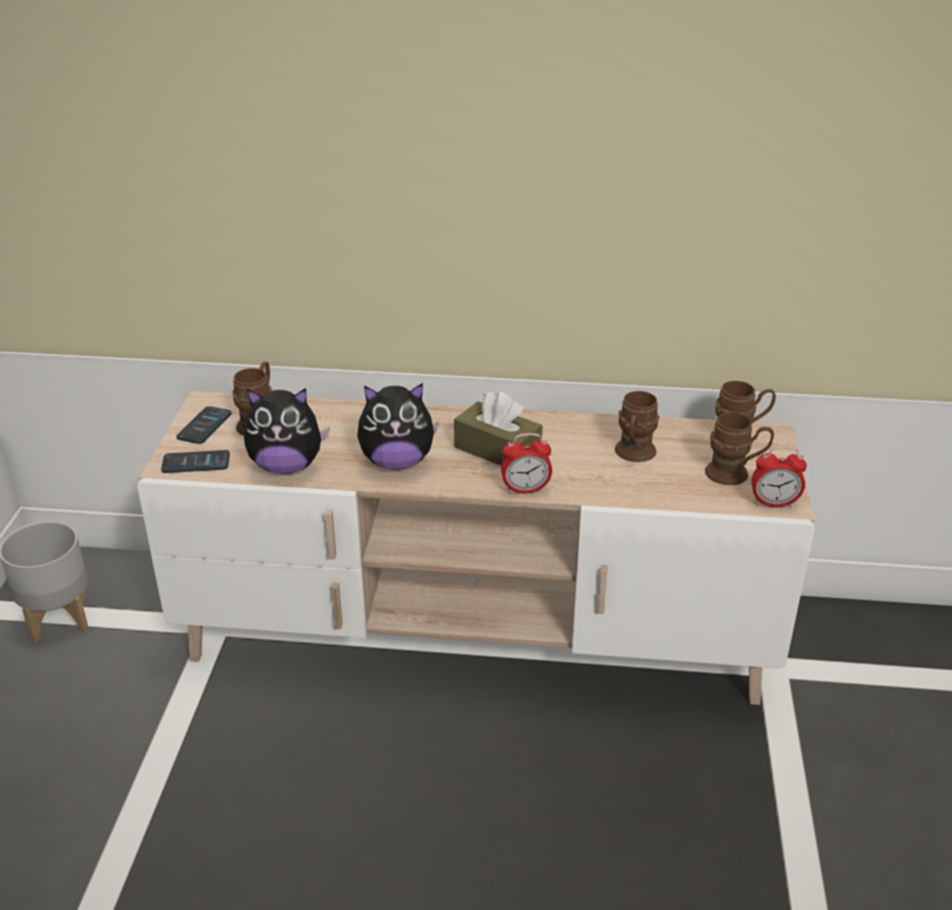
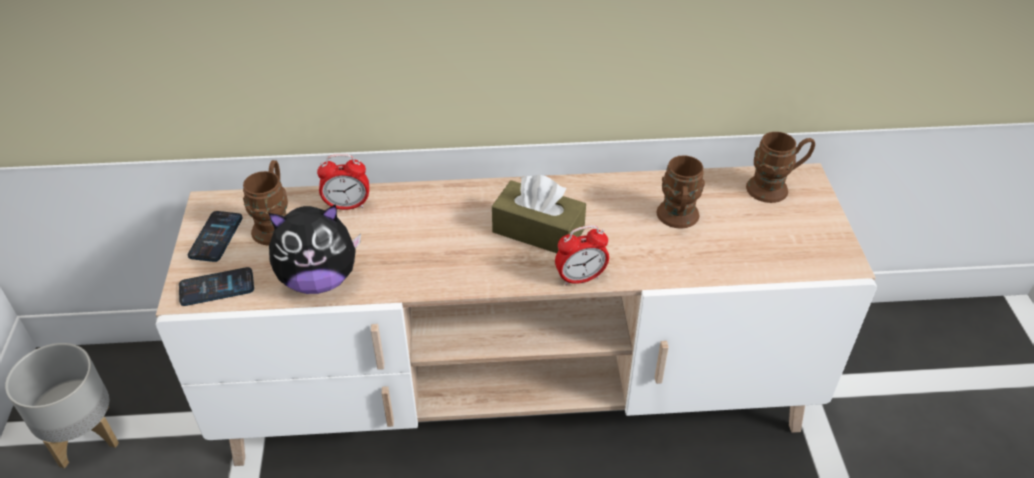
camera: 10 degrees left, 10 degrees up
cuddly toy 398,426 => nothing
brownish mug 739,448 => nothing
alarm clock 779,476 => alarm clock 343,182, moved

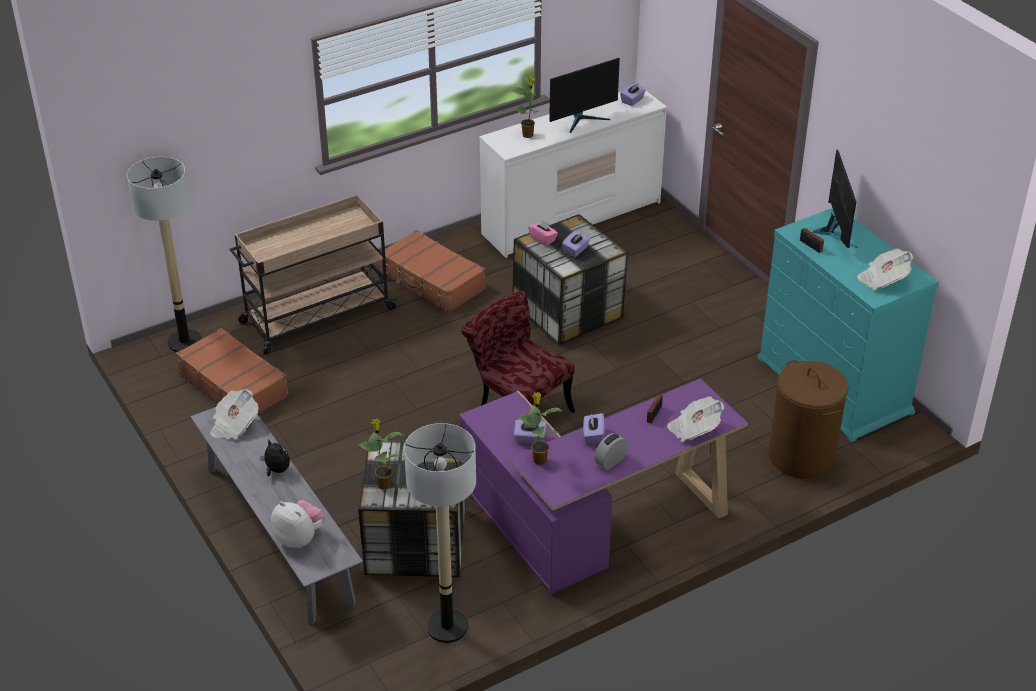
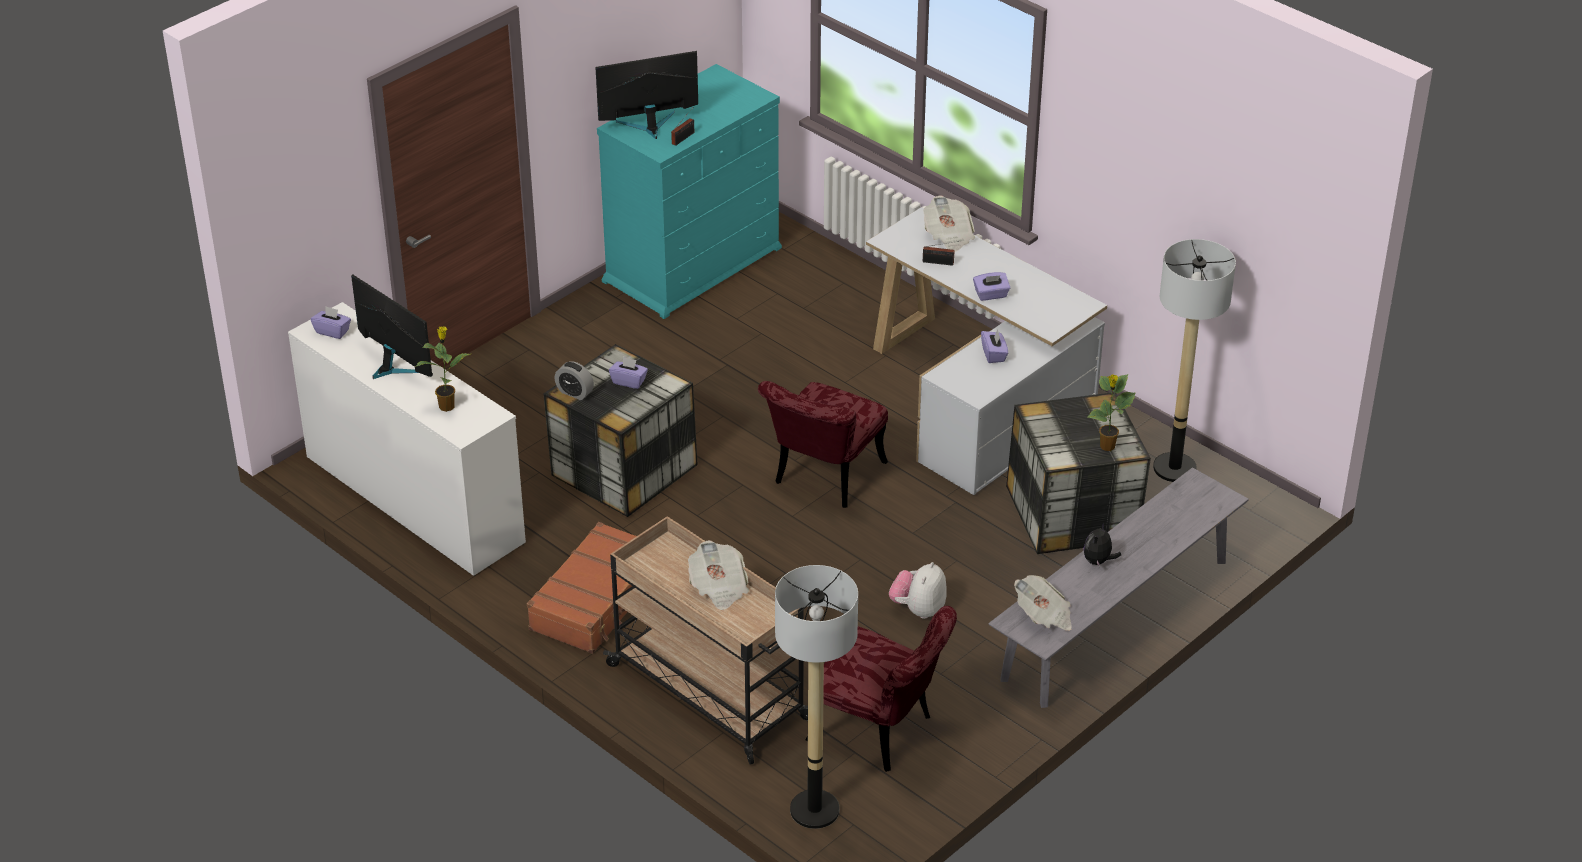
camera: 105 degrees left, 0 degrees up
brownish piece of luggage 232,371 => reddish upright chair 881,689
cuddly toy 298,524 => cuddly toy 917,590, moved
purple desk unit 603,486 => whitish desk unit 986,351
plant in a pot 541,428 => nothing
pinkish tissue box 543,232 => nothing
alarm clock 611,451 => alarm clock 574,380, moved
brownish hamper 808,419 => nothing
printed paper 885,269 => printed paper 718,575, moved

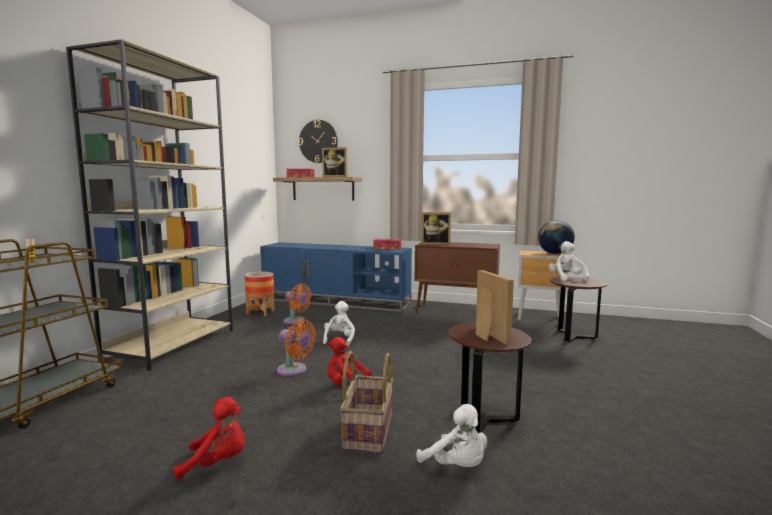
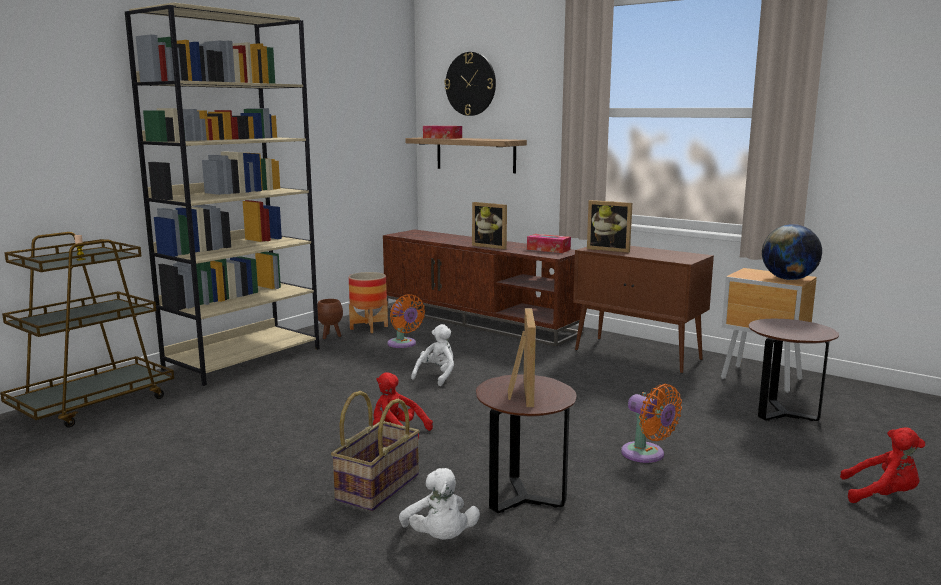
camera: 20 degrees right, 5 degrees up
reddish cuddly toy 209,438 => reddish cuddly toy 882,465, moved
bluish tv stand 336,277 => brownish tv stand 483,287
orangey cooling fan 296,347 => orangey cooling fan 651,423, moved
standing frame 335,162 => standing frame 489,225, moved
whitish cuddly toy 569,261 => nothing
nothing => brownish planter 330,319

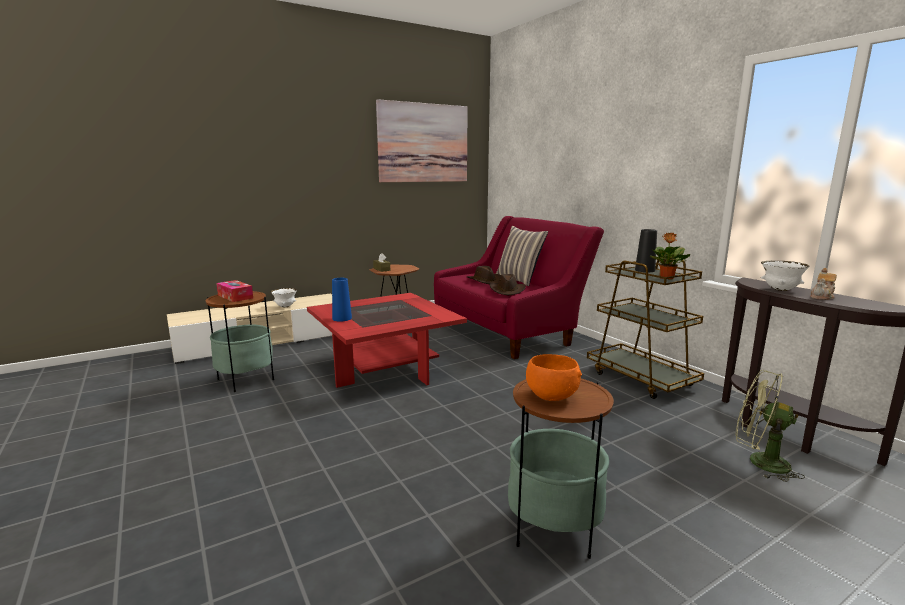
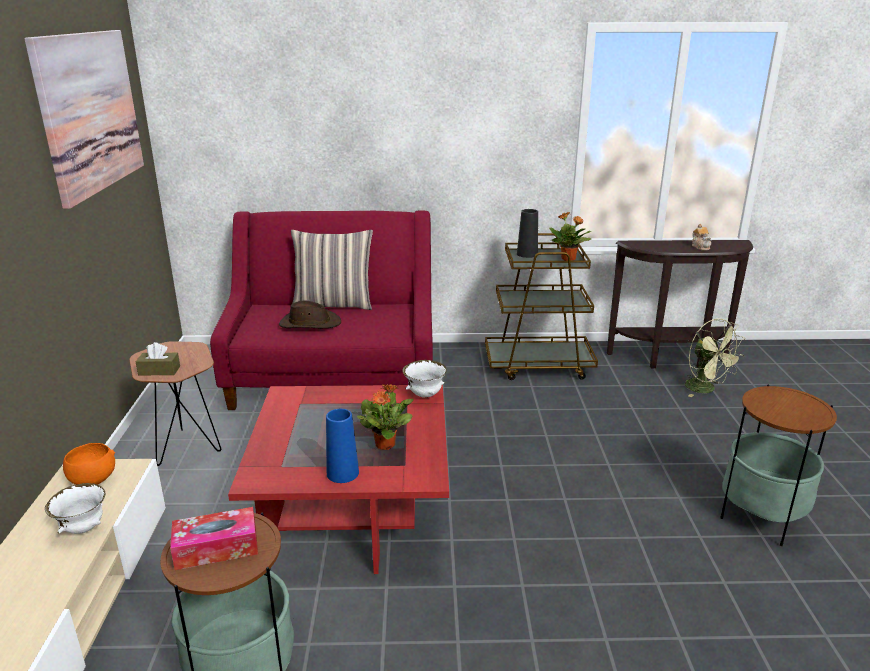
camera: 60 degrees left, 10 degrees up
brownish hat 508,284 => nothing
orangey deep dish 554,377 => orangey deep dish 89,464, moved
greenish cooling fan 770,426 => greenish cooling fan 714,358, 90 degrees counterclockwise
whitish deep dish 785,276 => whitish deep dish 424,379, moved
nothing => plant in a pot 385,417

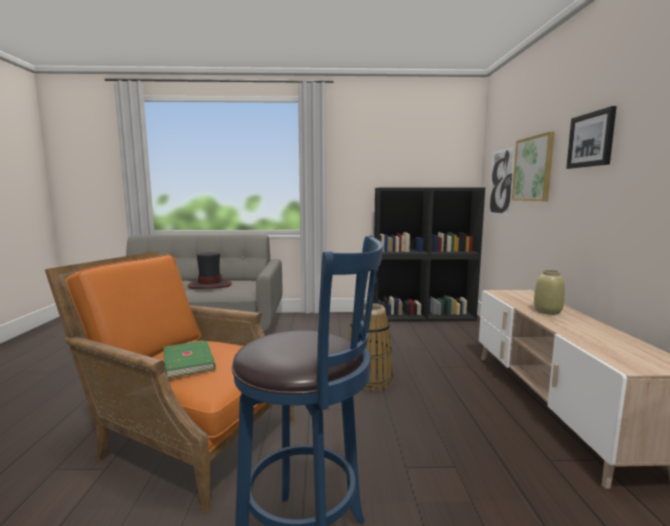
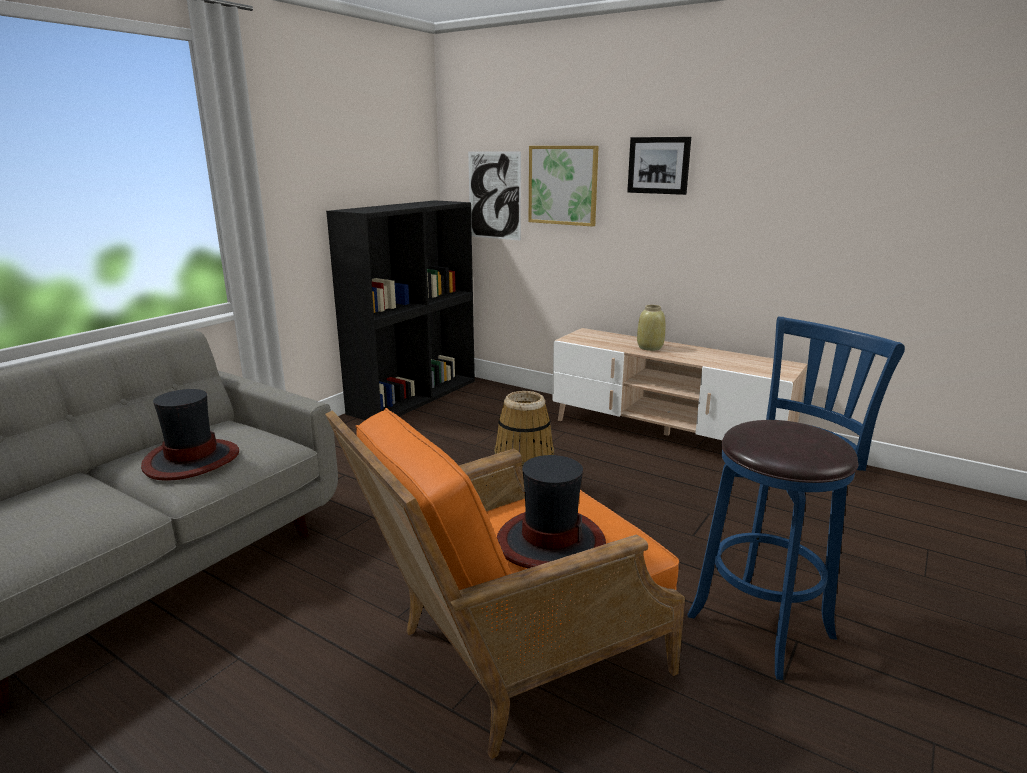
camera: 55 degrees left, 10 degrees up
greenish volume 189,359 => hat 551,511

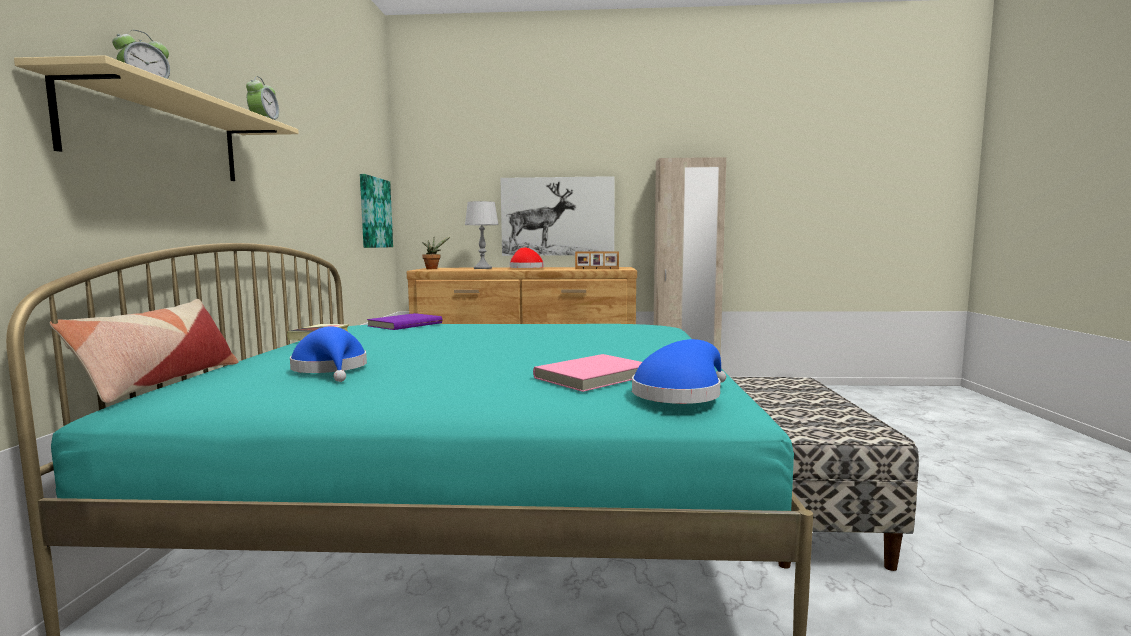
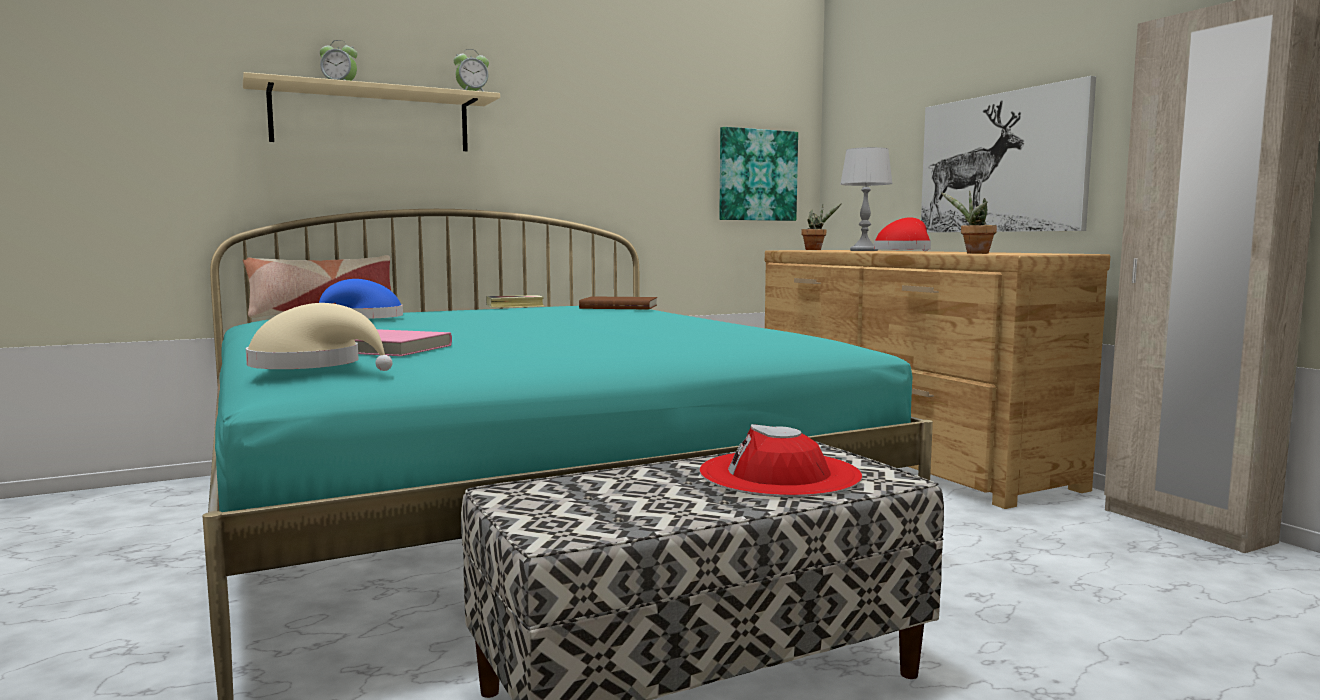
camera: 60 degrees right, 0 degrees up
purple volume 404,321 => brownish volume 618,303
standing frame 597,260 => plant in a pot 969,222
bluish hat 679,371 => beige hat 319,337
nothing => reddish hat 780,460

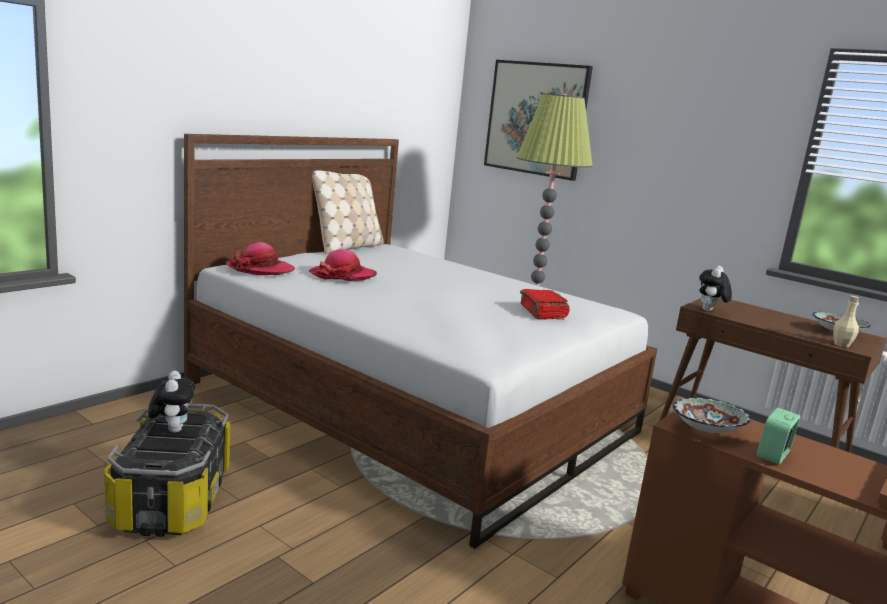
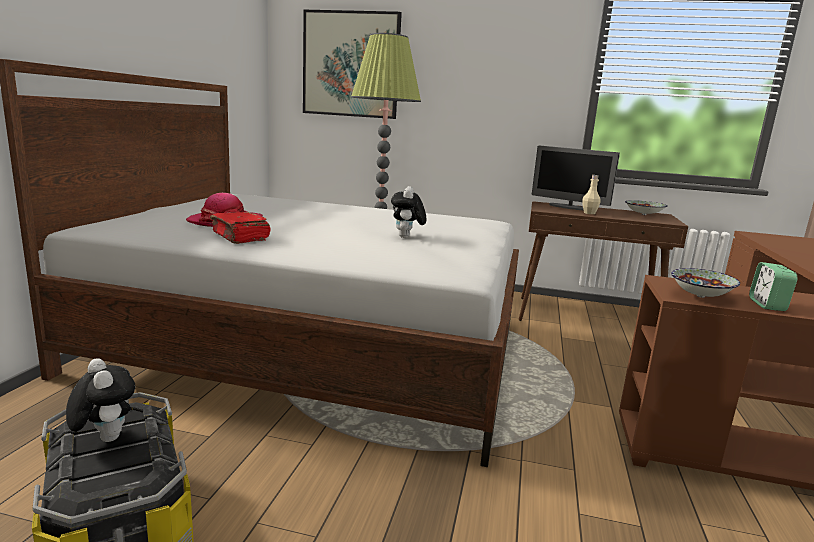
camera: 25 degrees left, 0 degrees up
hat 260,258 => nothing
beige cushion 348,212 => nothing
reddish volume 545,304 => reddish volume 240,228, moved
cuddly toy 715,288 => cuddly toy 409,212, moved
beige bottle 846,321 => beige bottle 591,194, moved
nothing => computer screen 576,178

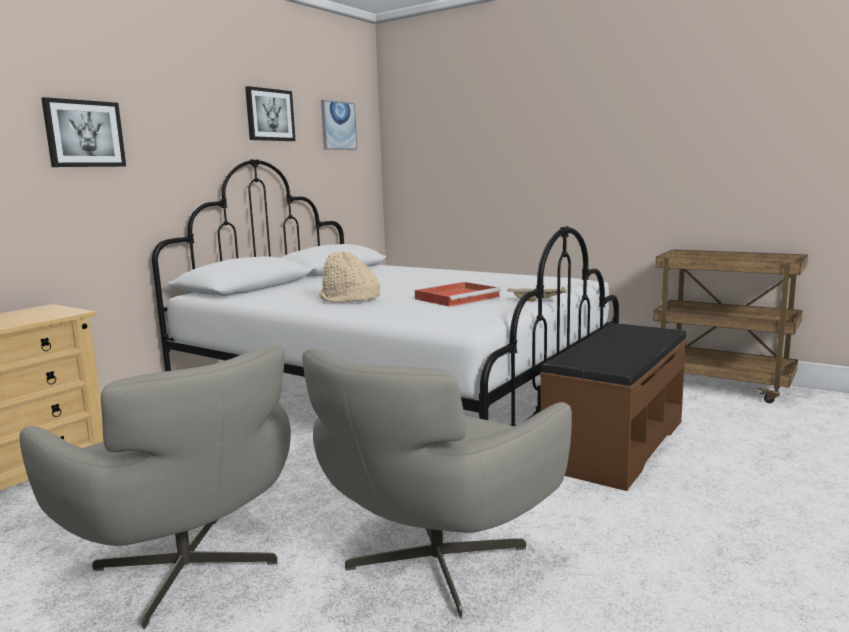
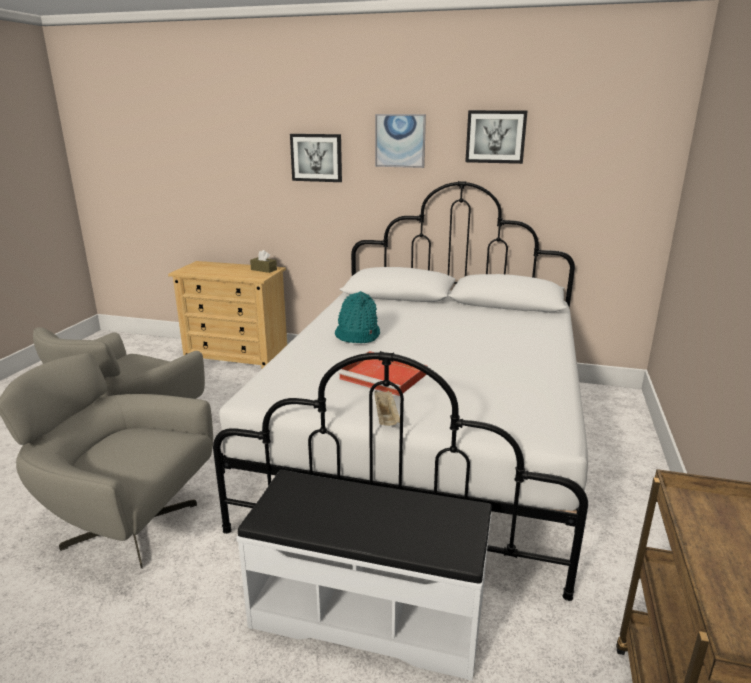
camera: 70 degrees right, 10 degrees up
beige hat 349,277 => blue-green hat 357,317
picture 339,125 => picture 400,141, moved
brownish indoor bench 613,407 => whitish indoor bench 364,575
nothing => brownish tissue box 263,261

